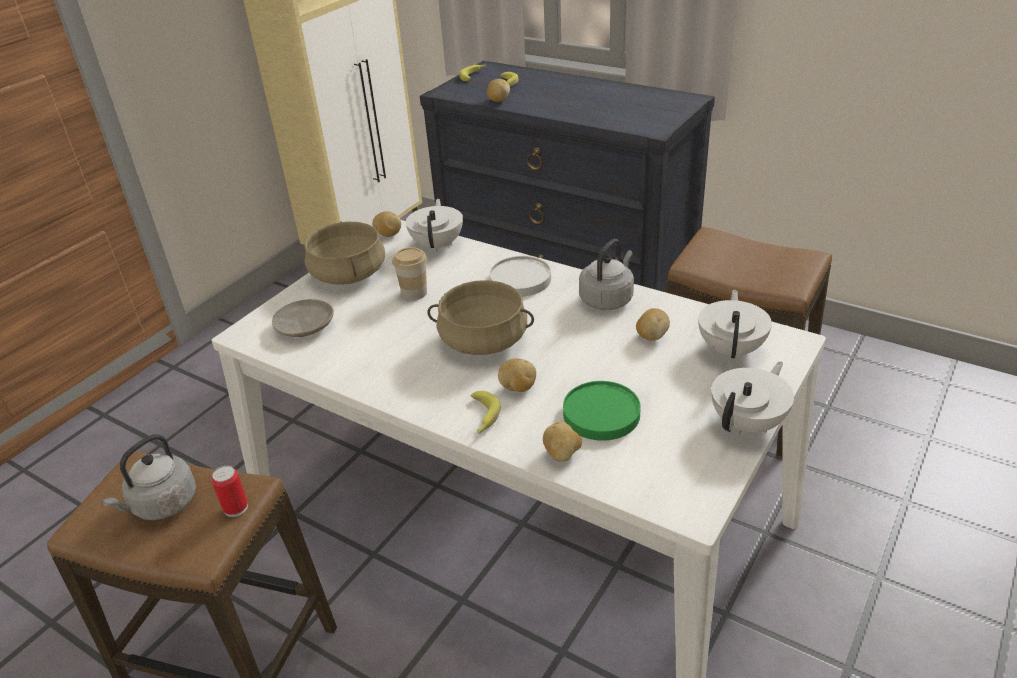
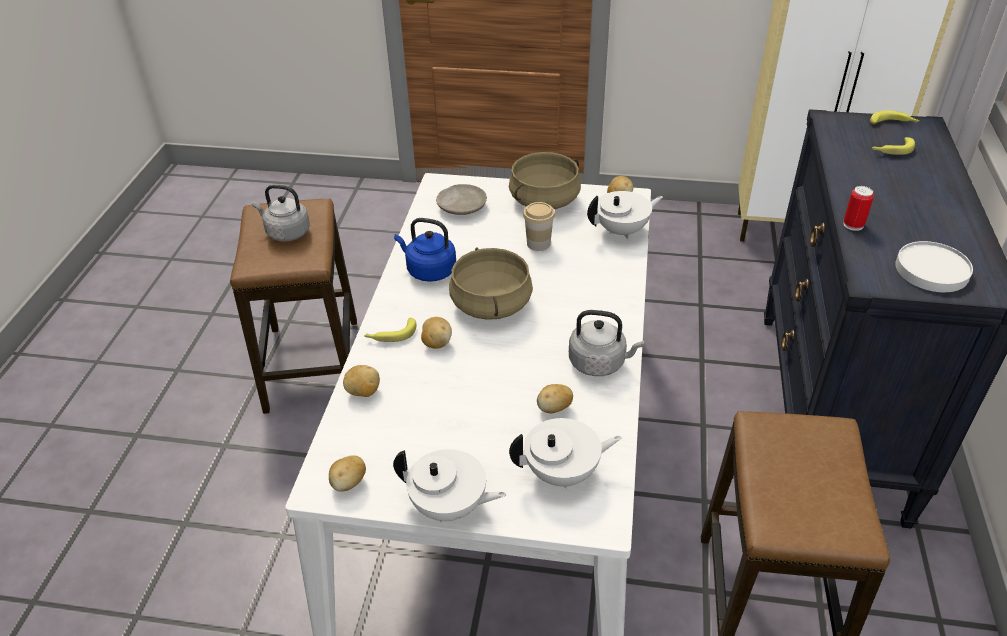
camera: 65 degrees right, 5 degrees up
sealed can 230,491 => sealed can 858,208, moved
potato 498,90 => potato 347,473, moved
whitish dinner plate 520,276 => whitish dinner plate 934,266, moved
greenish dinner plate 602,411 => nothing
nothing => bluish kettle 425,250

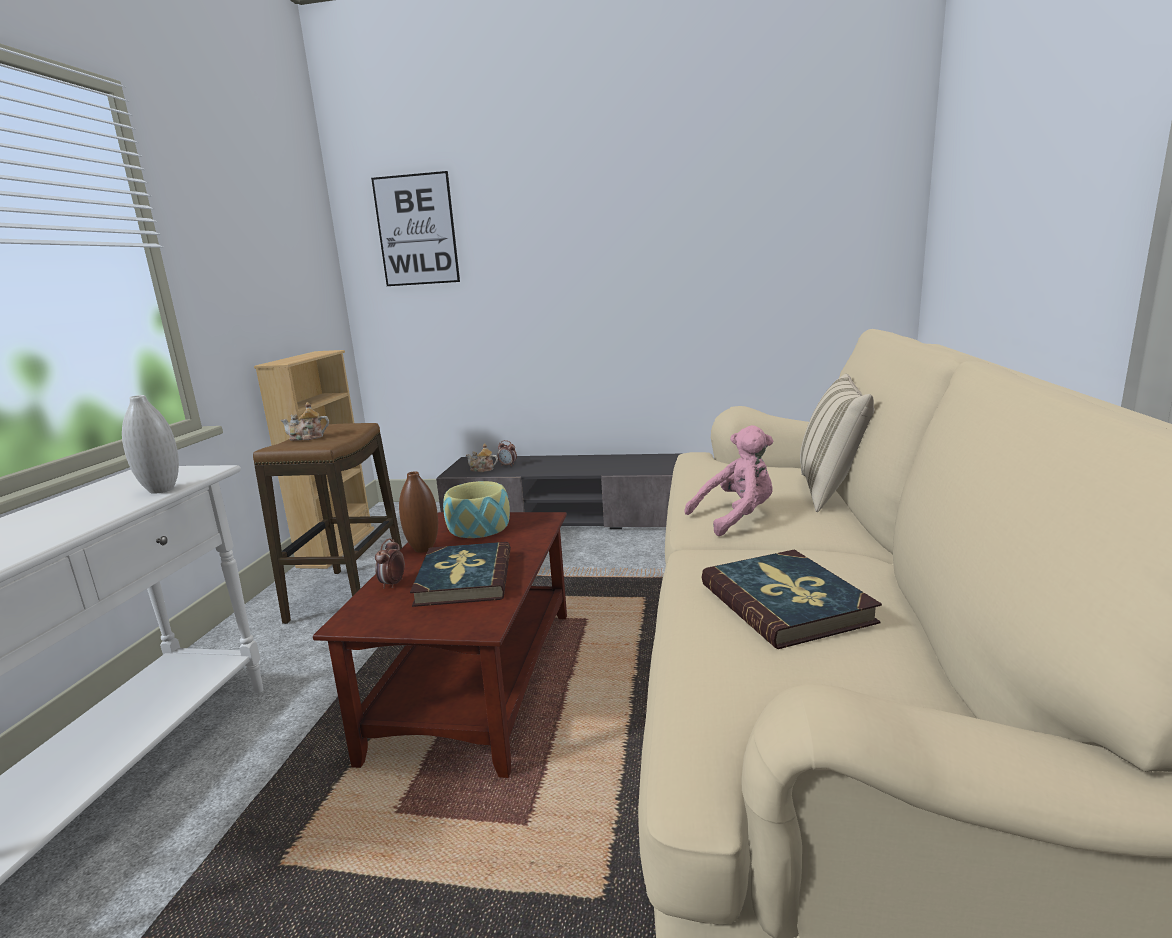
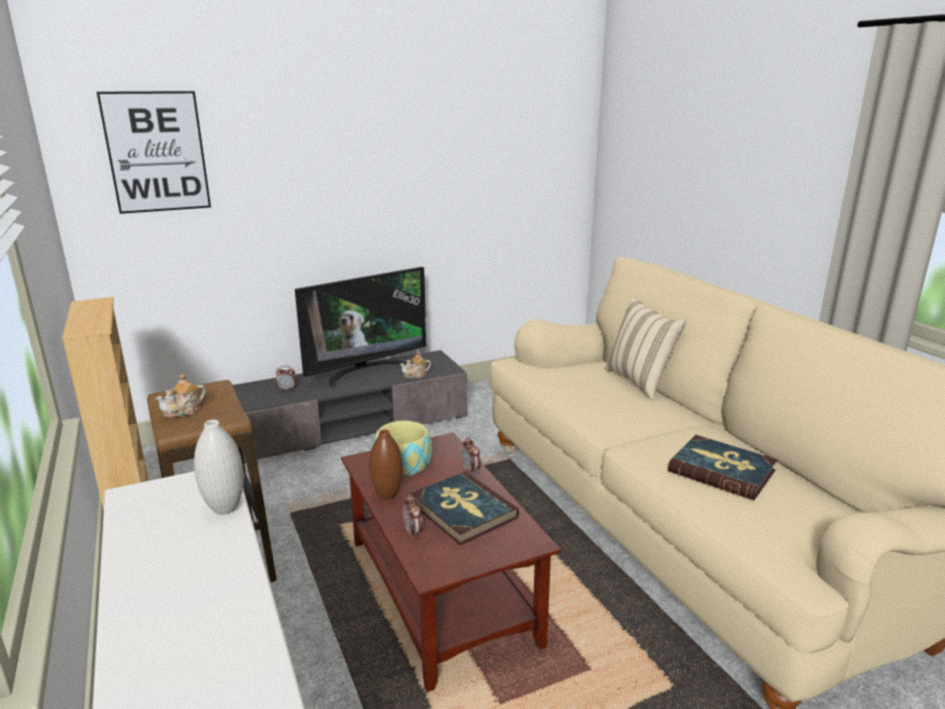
camera: 35 degrees left, 5 degrees up
tea pot 482,457 => tea pot 415,364, moved
pinkish cuddly toy 728,480 => nothing
nothing => television 360,327
nothing => alarm clock 471,456

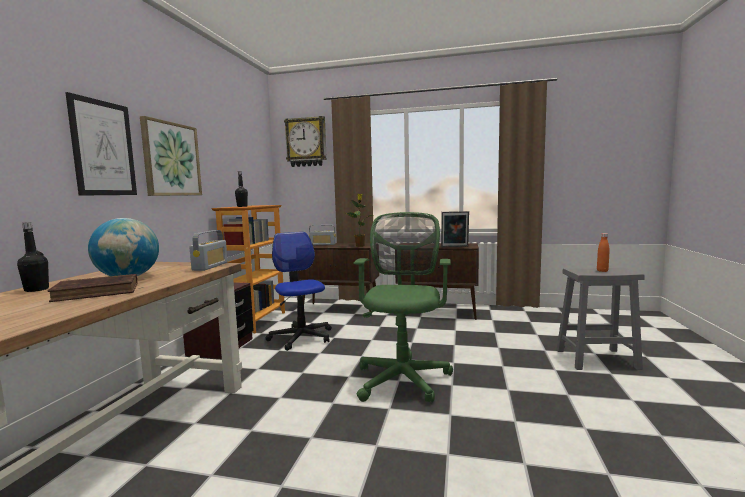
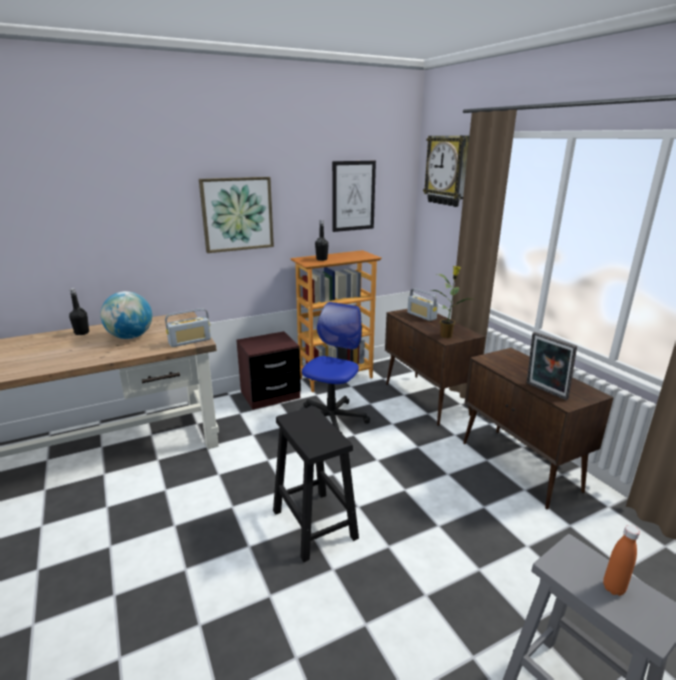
camera: 50 degrees right, 15 degrees up
brownish volume 92,288 => nothing
picture 101,144 => picture 354,196, moved
greenish desk chair 403,307 => black sitting stool 316,484

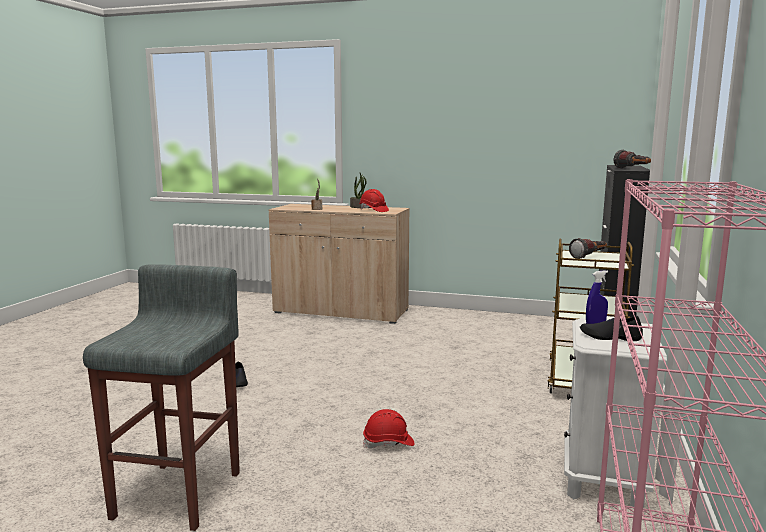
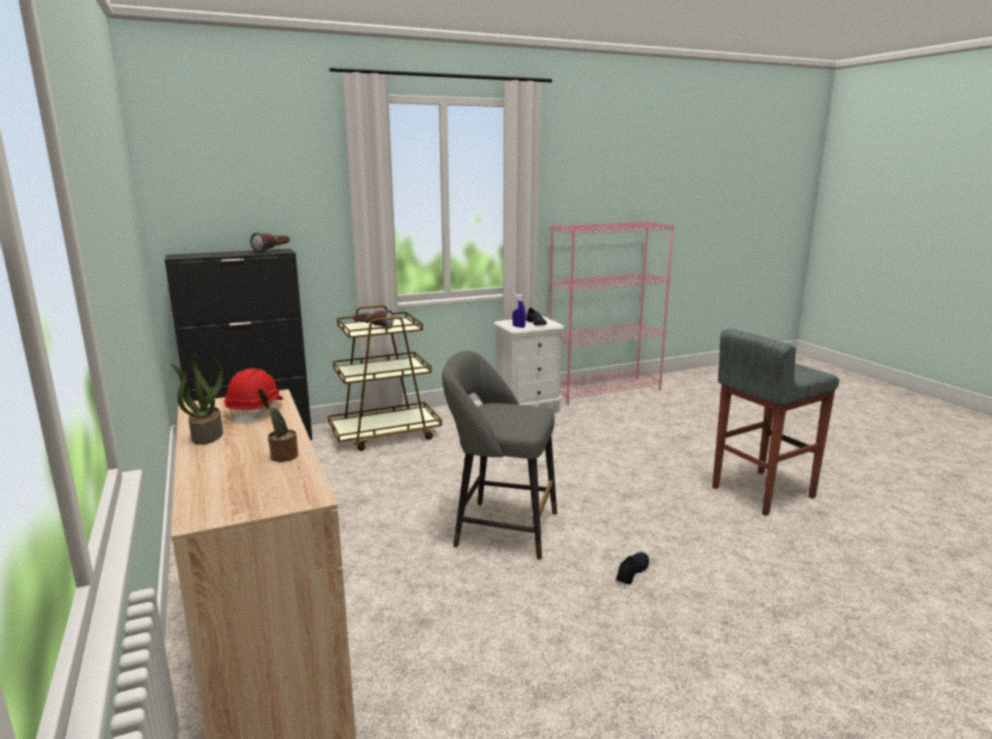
camera: 130 degrees left, 5 degrees up
reddish hard hat 388,428 => nothing
nothing => grey sitting stool 499,455

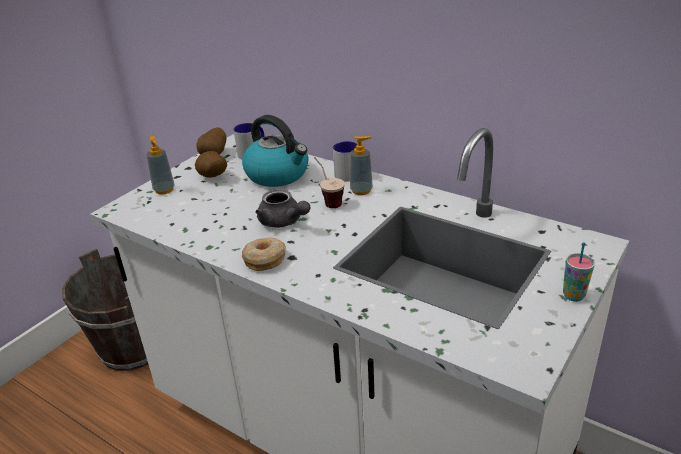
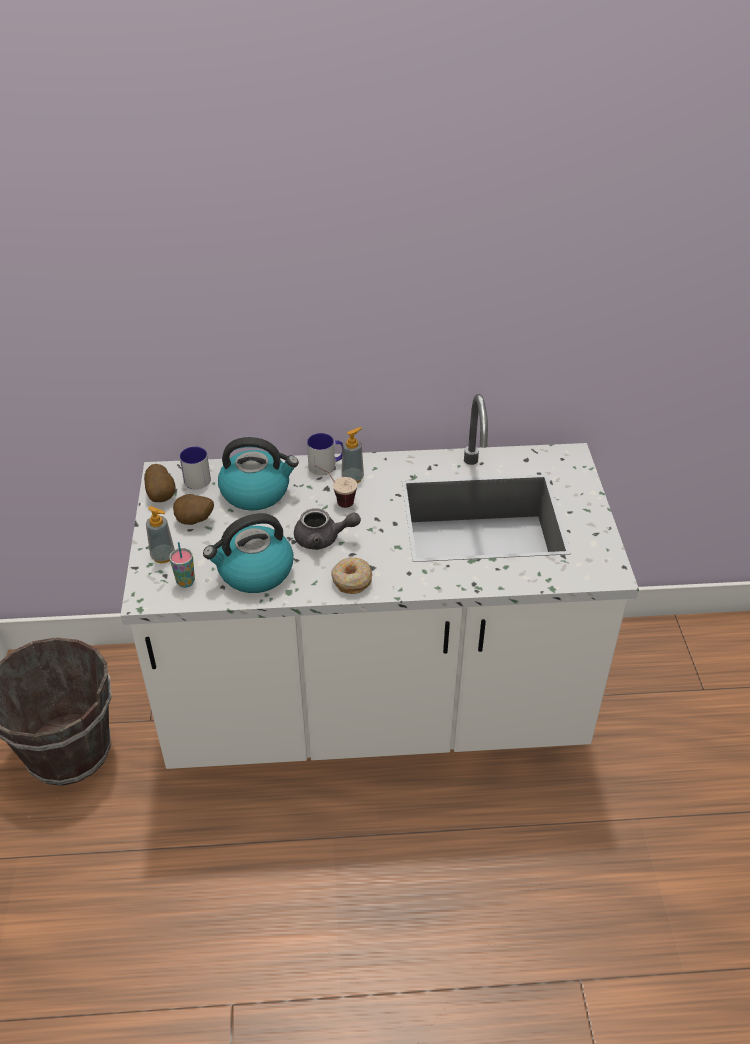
camera: 40 degrees left, 10 degrees up
cup 579,272 => cup 182,565, moved
nothing => kettle 248,553

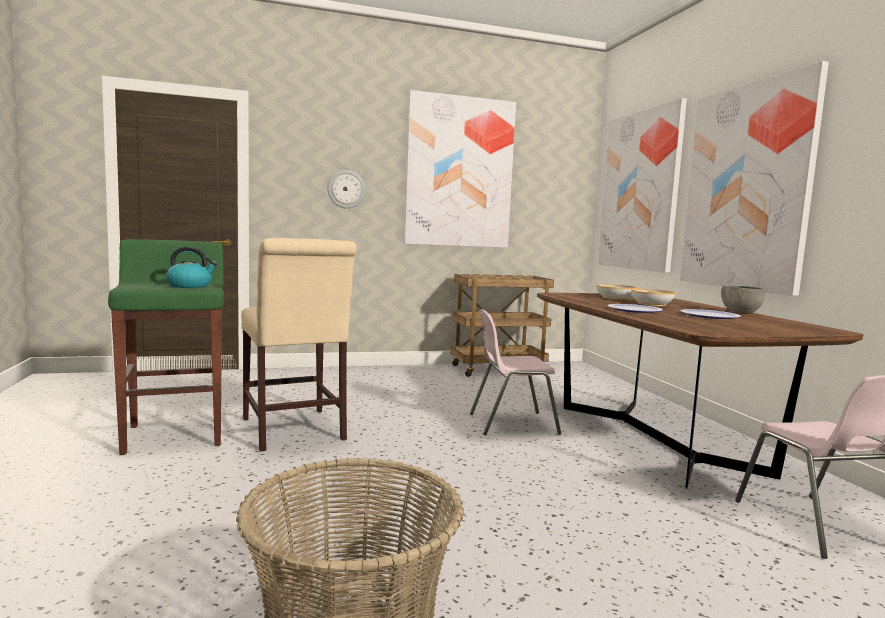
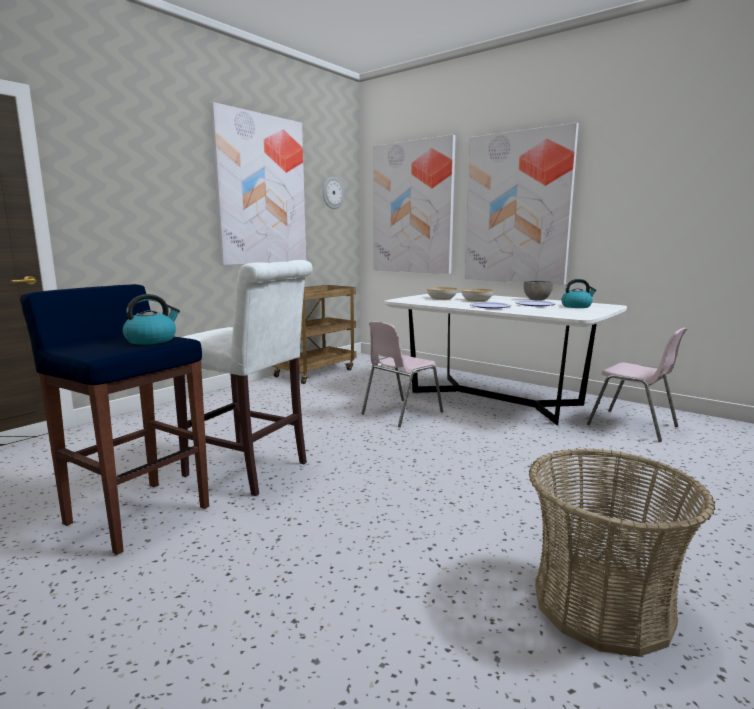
camera: 35 degrees left, 5 degrees up
greenish sitting stool 166,347 => bluish sitting stool 114,419
beige upright chair 298,345 => whitish sitting stool 243,378
hanging clock 346,189 => hanging clock 333,193, moved
brownish kitchen table 700,391 => whitish kitchen table 505,359
nothing => kettle 579,293

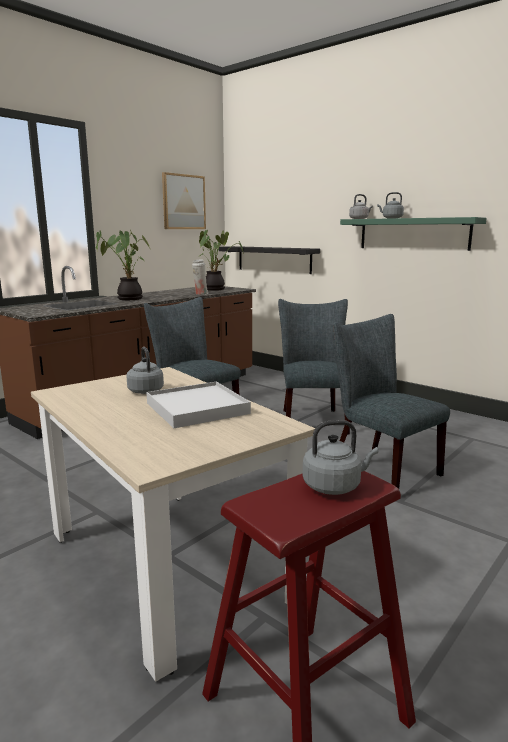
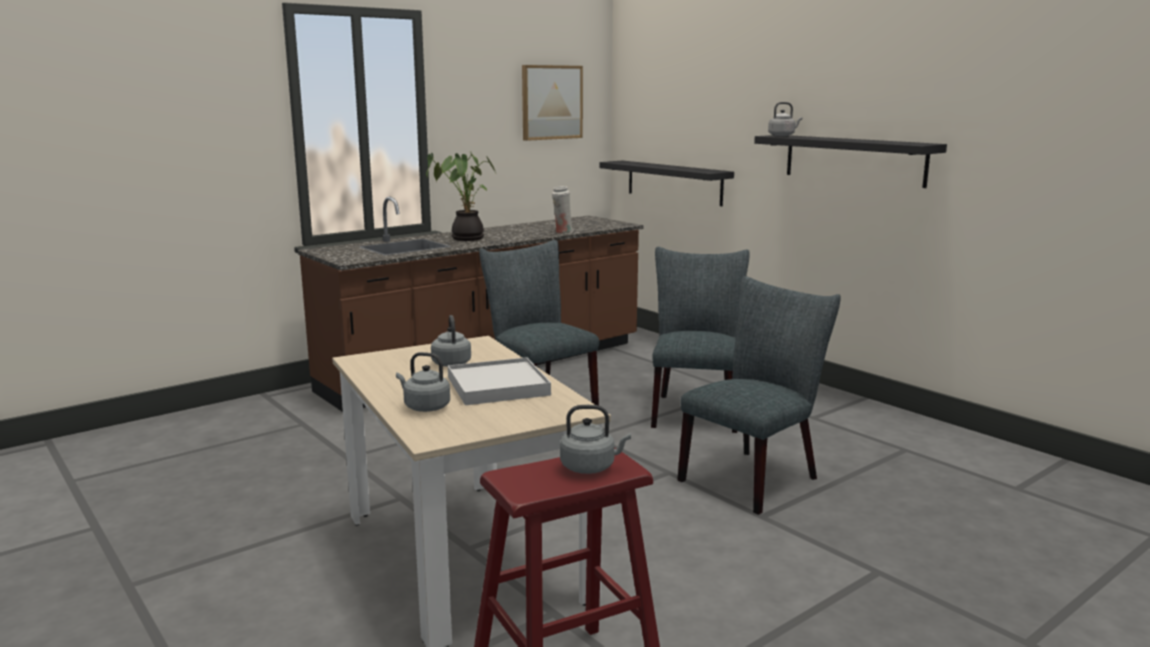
camera: 10 degrees right, 0 degrees up
plant in a pot 221,260 => nothing
grey upright chair 391,401 => grey upright chair 759,395, 75 degrees clockwise
greenish wall shelf 413,234 => black wall shelf 850,161
grey kettle 390,205 => grey kettle 423,382, moved

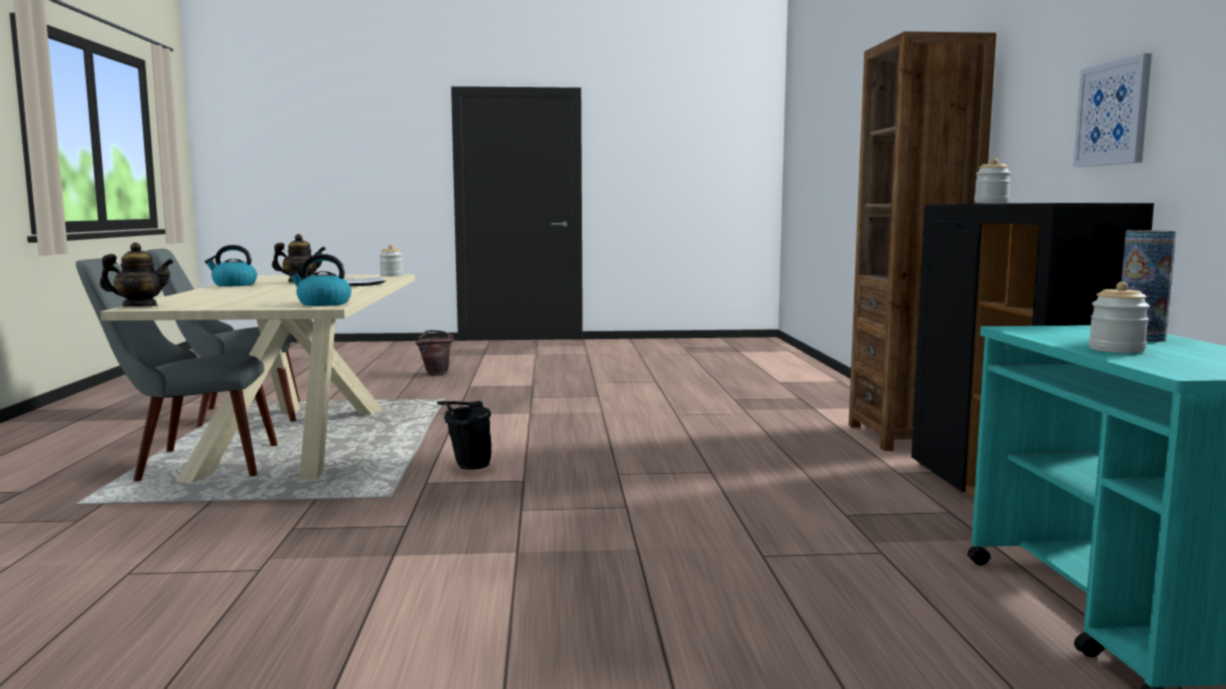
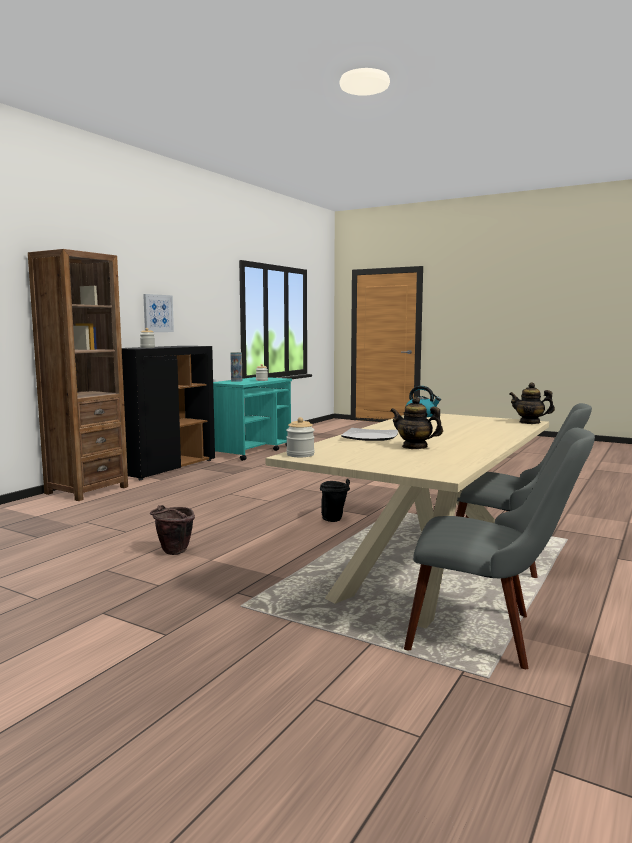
camera: 145 degrees left, 0 degrees up
kettle 231,265 => nothing
brownish pail 434,353 => brownish pail 172,530, moved

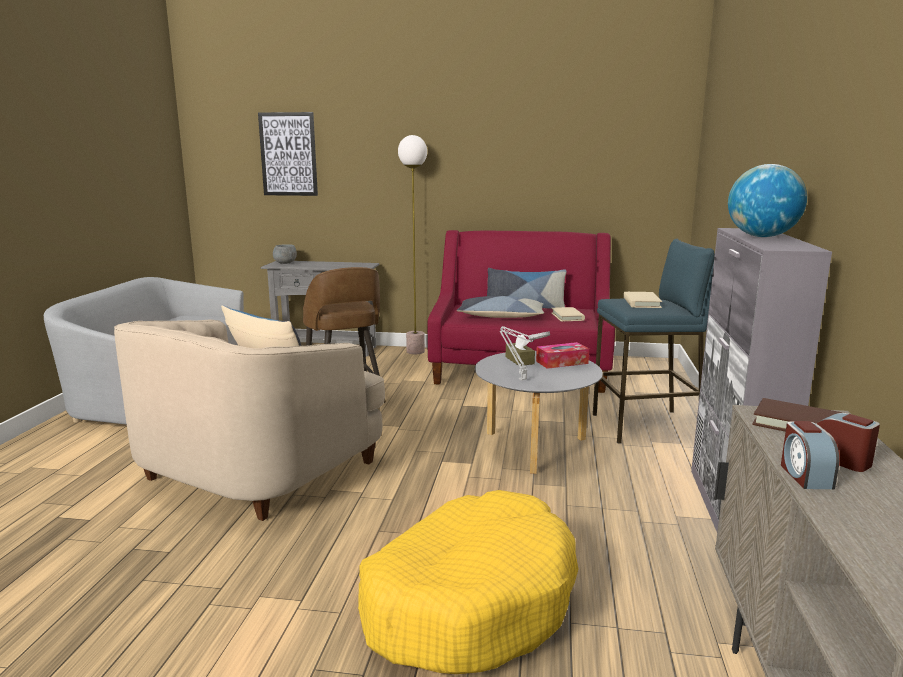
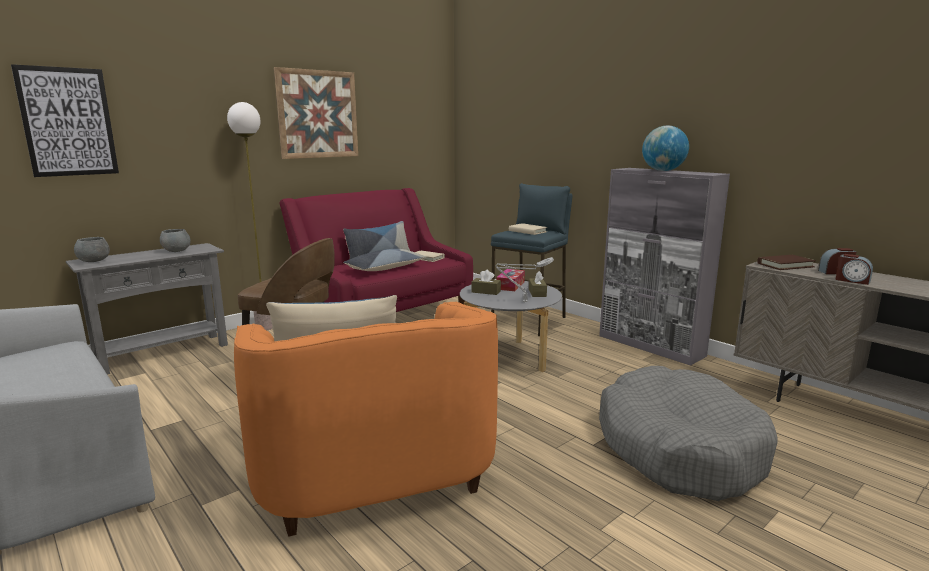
camera: 50 degrees left, 0 degrees up
beige lounge chair 249,420 => orangey lounge chair 366,419
yellowish dog cushion 468,582 => grey dog cushion 688,433
nothing => grey deep dish 175,240
nothing => picture 316,113
nothing => brownish tissue box 538,284

